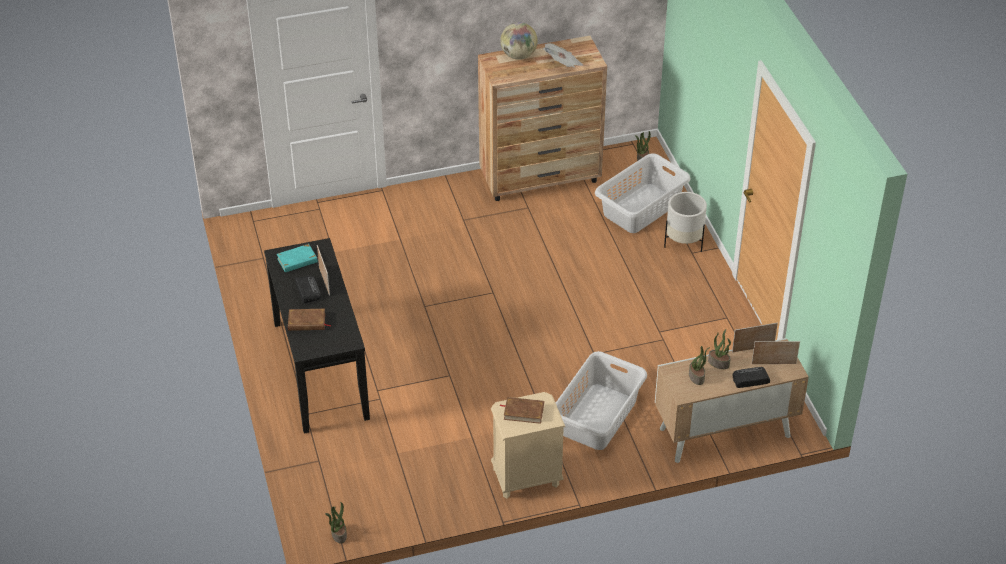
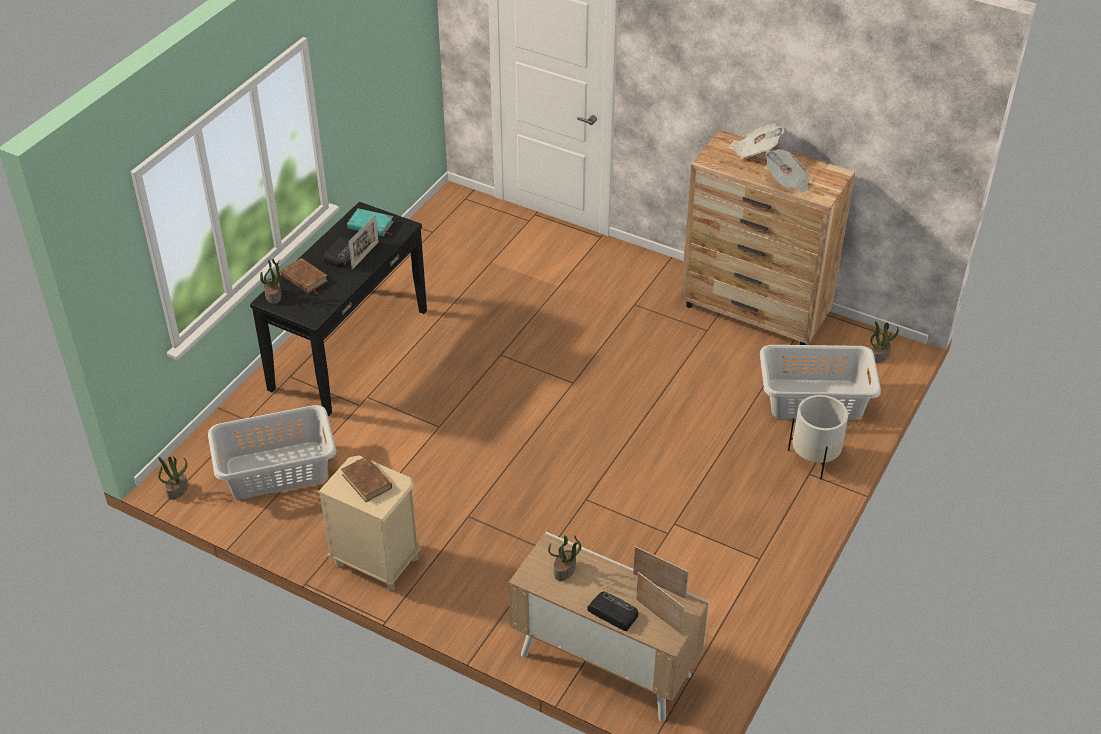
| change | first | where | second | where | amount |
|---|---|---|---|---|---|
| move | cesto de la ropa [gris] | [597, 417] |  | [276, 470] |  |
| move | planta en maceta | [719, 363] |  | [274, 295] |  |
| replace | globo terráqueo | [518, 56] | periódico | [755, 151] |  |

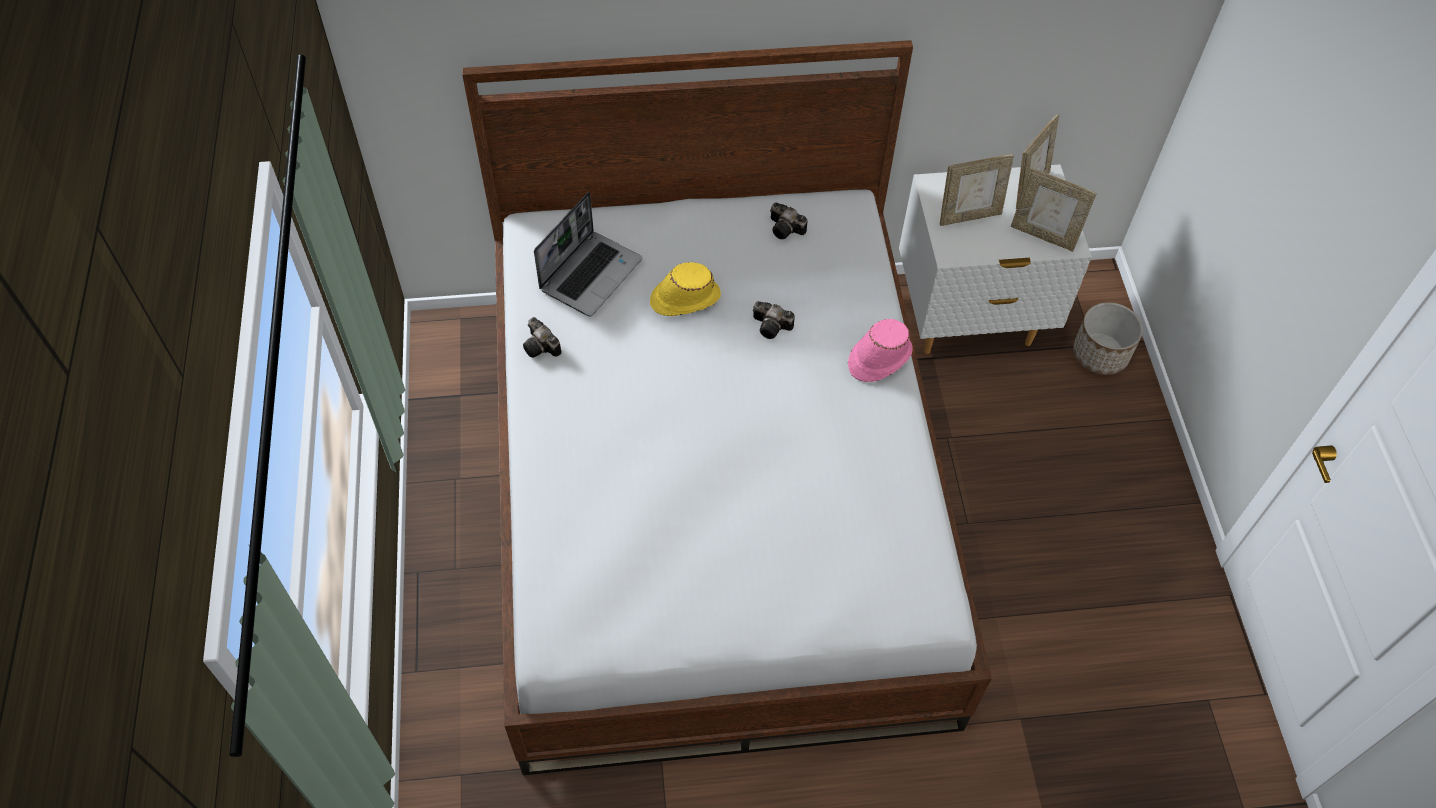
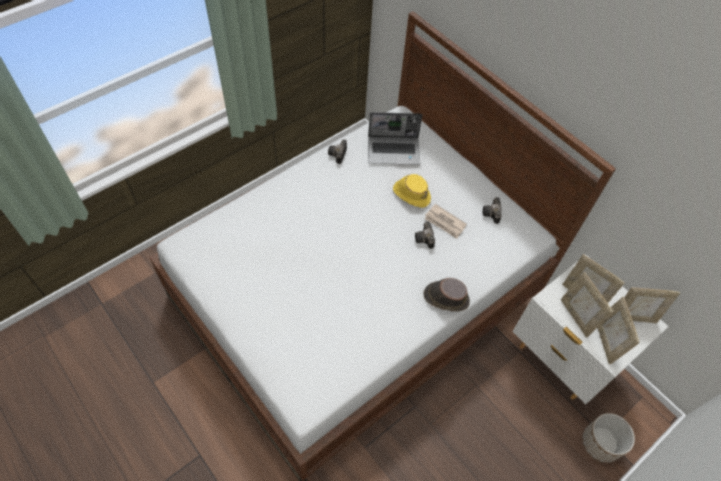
| change | first | where | second | where | amount |
|---|---|---|---|---|---|
| insert |  |  | periódico | [445, 222] |  |
| insert |  |  | portarretratos | [576, 317] |  |
| recolor | sombrero [rosa] | [879, 358] | sombrero [marrón] | [445, 297] |  |

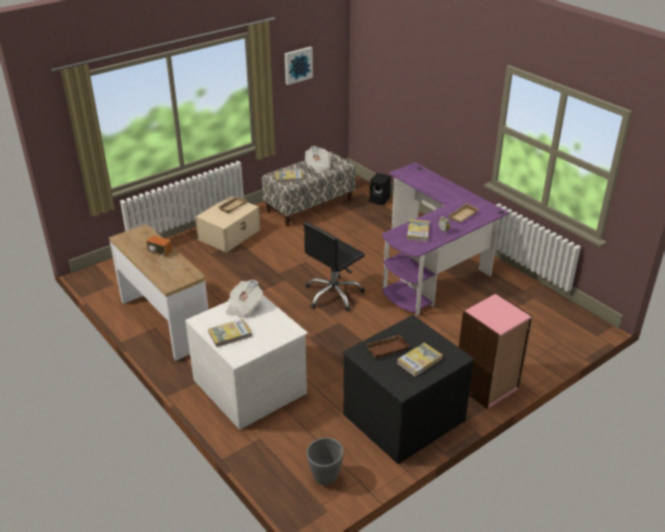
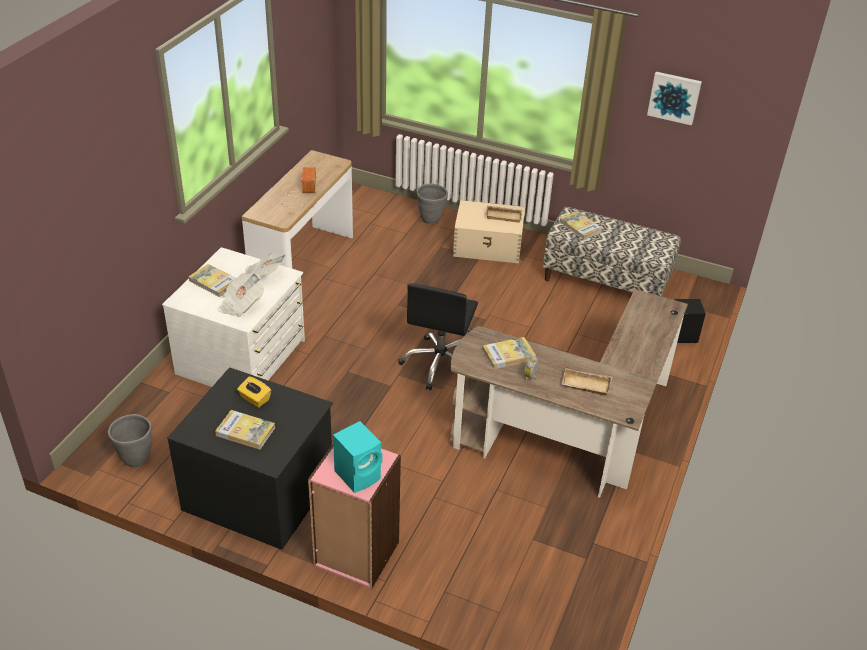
| change | first | where | second | where | amount |
|---|---|---|---|---|---|
| insert |  |  | altavoz [turquesa] | [359, 474] |  |
| insert |  |  | maceta [gris] | [431, 219] |  |
| move | periódico | [317, 166] |  | [241, 305] |  |
| replace | bandeja [marrón] | [387, 348] | caja de pañuelos [amarillo] | [254, 399] |  |
| recolor | escritorio [morado] | [434, 266] | escritorio [marrón] | [572, 434] |  |
| rotate | silla de oficina [negro] | [333, 294] |  | [440, 364] | 90 degrees counterclockwise |

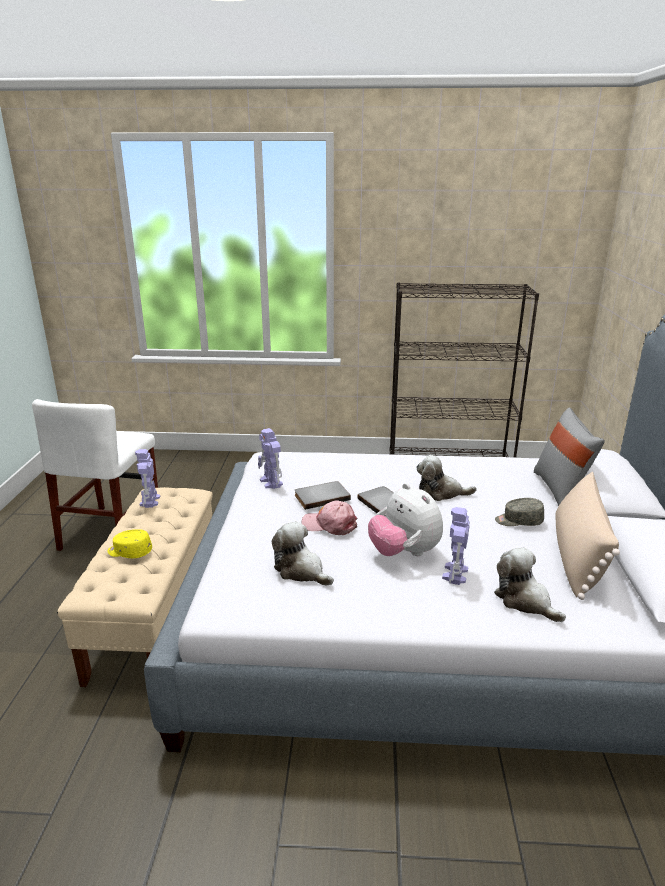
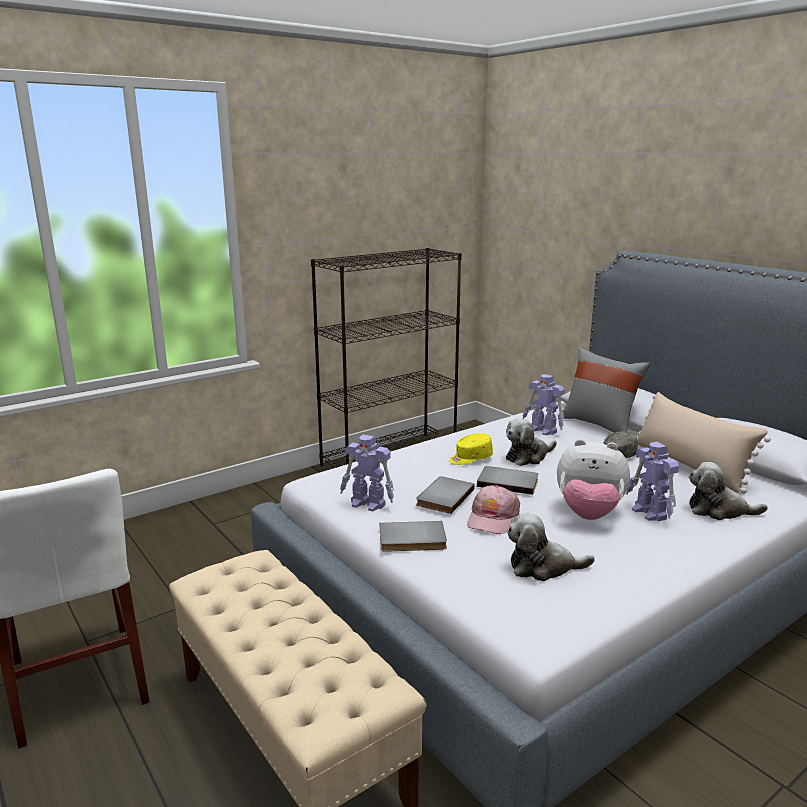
| change | first | where | second | where | amount |
|---|---|---|---|---|---|
| insert |  |  | libro [gris] | [412, 540] |  |
| move | gorra [amarillo] | [129, 552] |  | [470, 458] |  |
| move | robot de juguete | [150, 501] |  | [543, 430] |  |
| rotate | gorra [rosa] | [330, 524] |  | [492, 518] | 45 degrees counterclockwise |

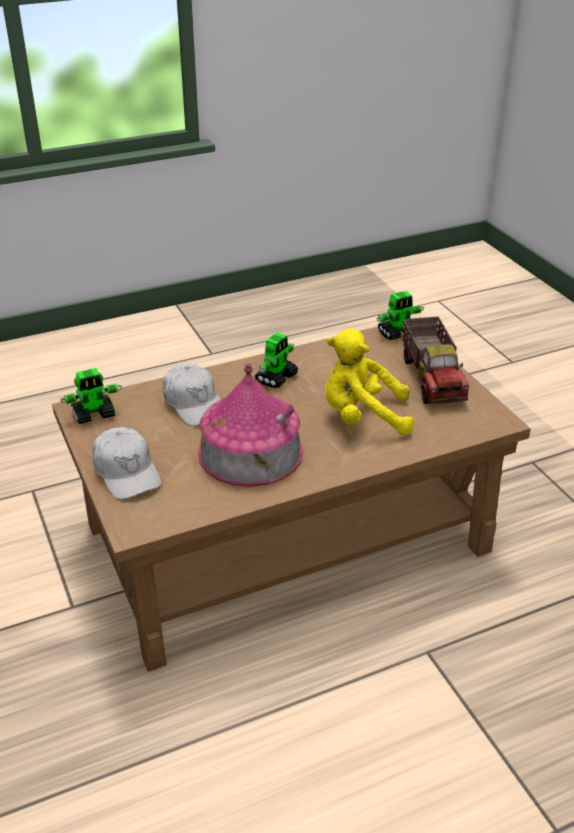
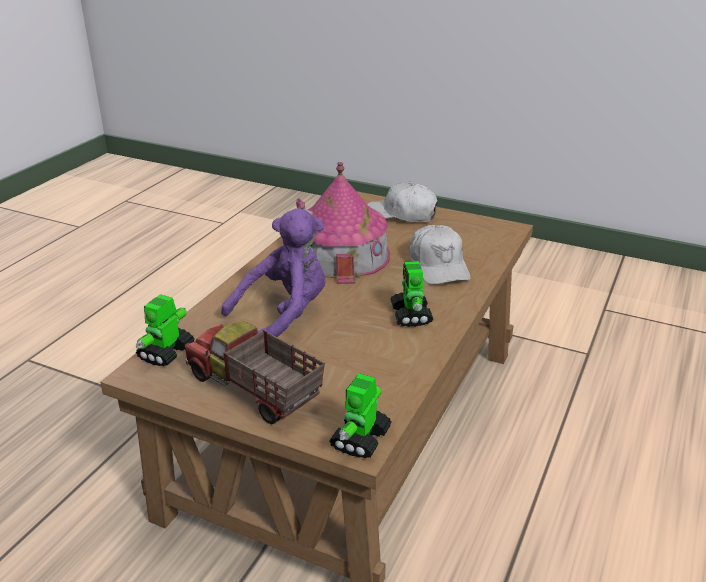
| change | first | where | second | where | amount |
|---|---|---|---|---|---|
| move | robot de juguete | [94, 414] |  | [166, 353] |  |
| recolor | peluche [amarillo] | [362, 417] | peluche [morado] | [284, 316] |  |
| rotate | gorra [blanco] | [194, 403] |  | [439, 266] | 120 degrees counterclockwise |

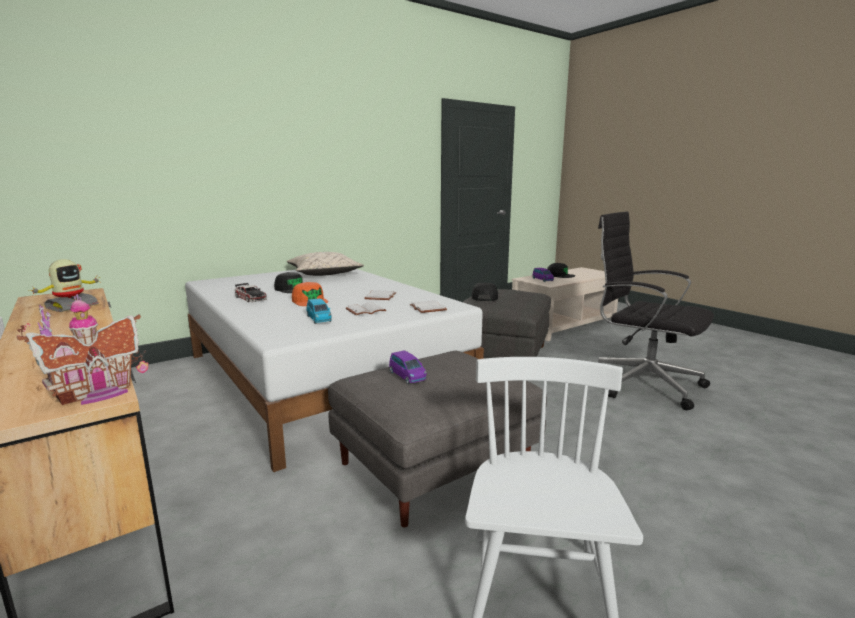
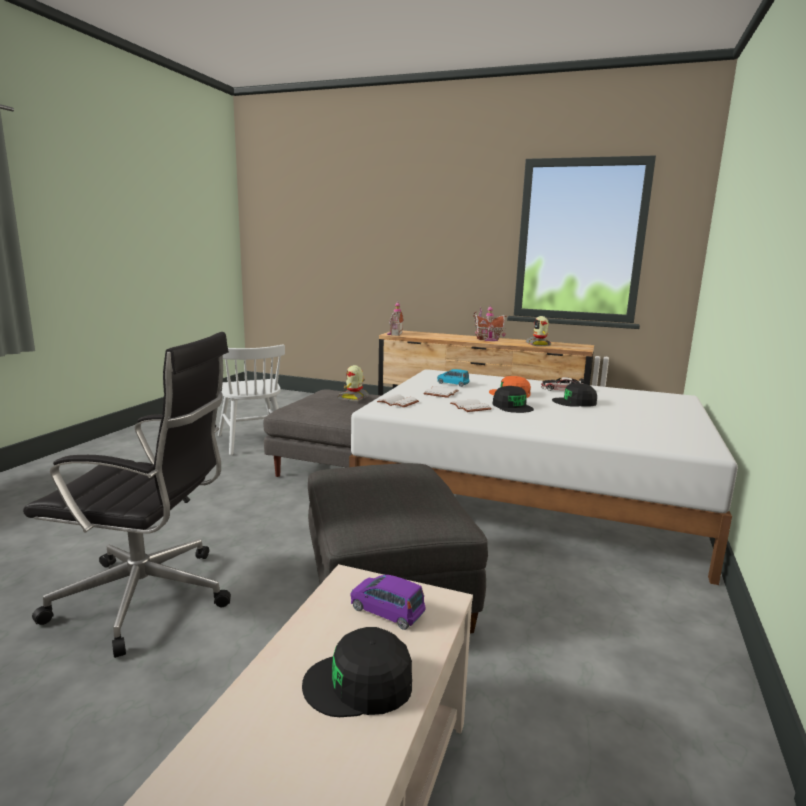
| change | first | where | second | where | amount |
|---|---|---|---|---|---|
| delete | cojín [beis] | [324, 274] |  |  |  |
| insert |  |  | casita | [488, 340] |  |
| move | gorra [negro] | [484, 297] |  | [512, 406] |  |
| replace | coche de juguete [morado] | [407, 376] | robot de juguete | [353, 398] |  |

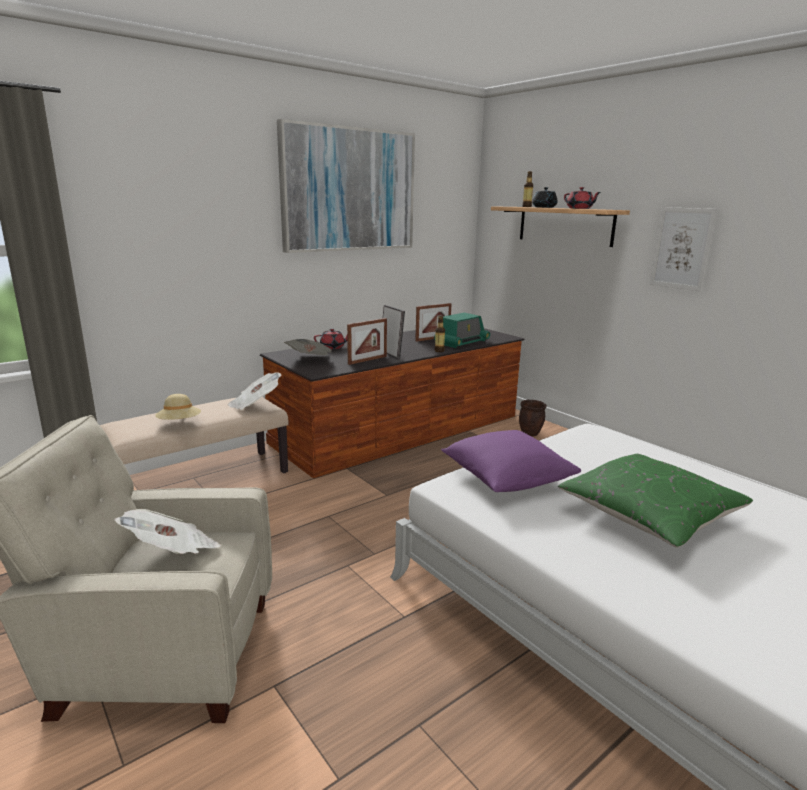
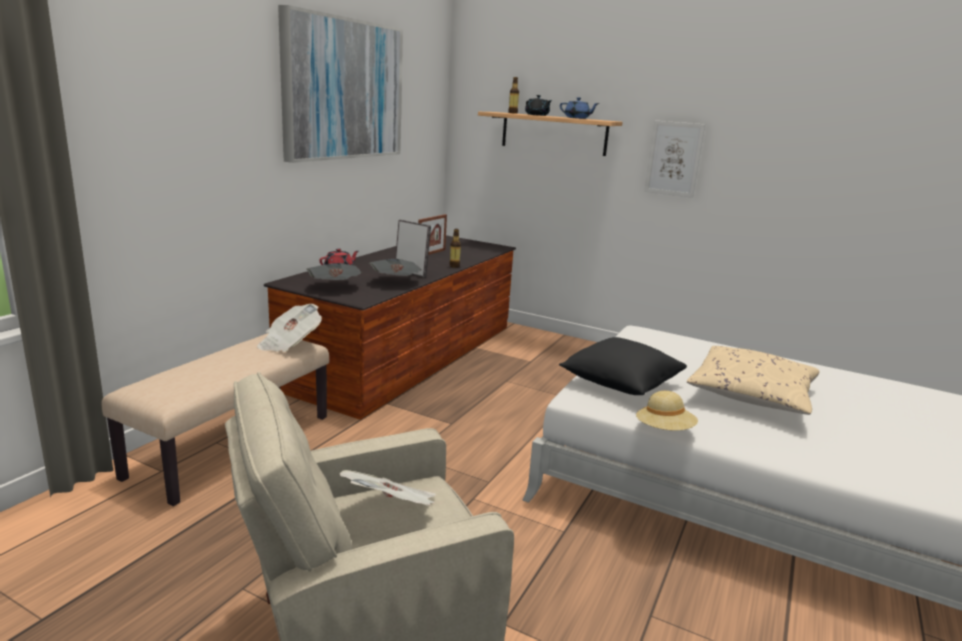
| change | first | where | second | where | amount |
|---|---|---|---|---|---|
| delete | radio | [461, 342] |  |  |  |
| delete | maceta [marrón] | [530, 434] |  |  |  |
| move | sombrero [beis] | [179, 423] |  | [664, 431] |  |
| replace | portarretratos | [367, 360] | periódico | [396, 281] |  |
| recolor | cojín [morado] | [506, 478] | cojín [negro] | [620, 383] |  |
| recolor | cojín [verde] | [649, 515] | cojín [beis] | [751, 395] |  |
| recolor | tetera [rojo] | [579, 208] | tetera [azul] | [577, 118] |  |

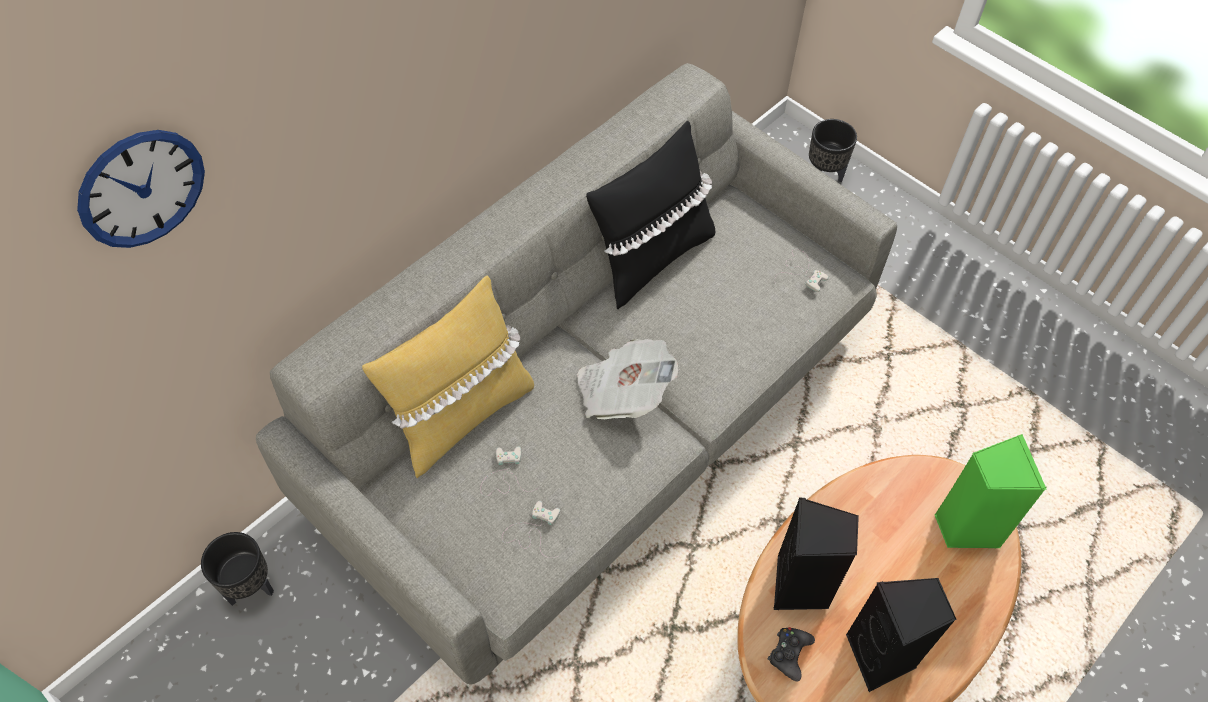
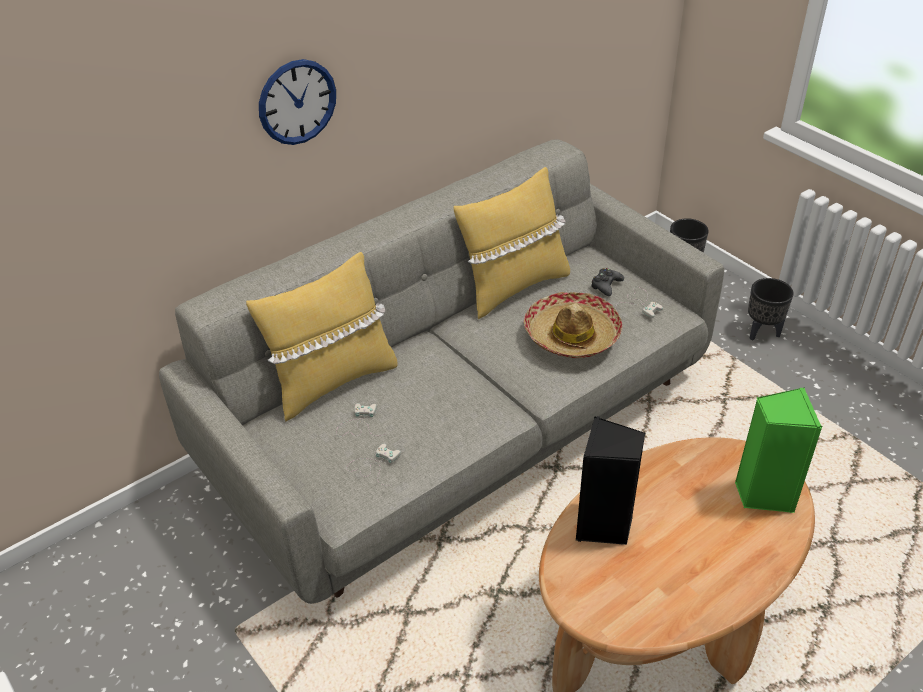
| change | first | where | second | where | amount |
|---|---|---|---|---|---|
| delete | periódico | [623, 392] |  |  |  |
| delete | altavoz [negro] | [882, 657] |  |  |  |
| insert |  |  | sombrero | [572, 335] |  |
| move | reloj de pared | [142, 188] |  | [297, 102] |  |
| move | maceta [negro] | [250, 586] |  | [762, 331] |  |
| move | mando de consola [negro] | [789, 654] |  | [606, 285] |  |
| recolor | cojín [negro] | [651, 258] | cojín [amarillo] | [513, 287] |  |

